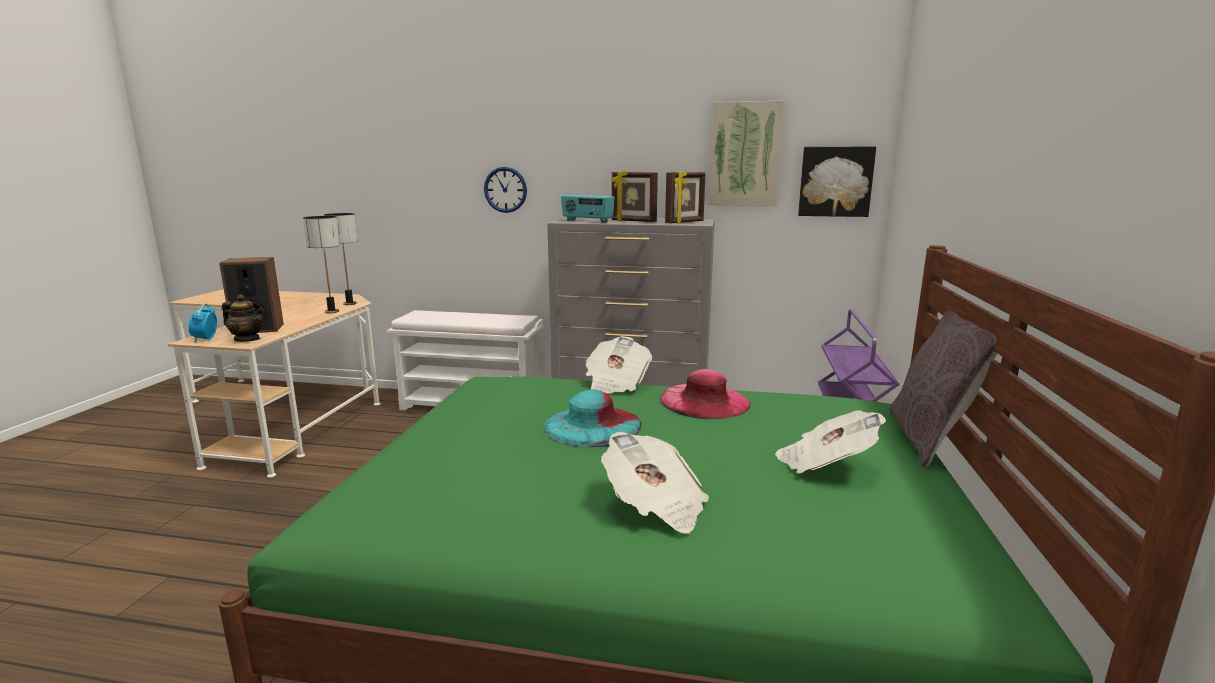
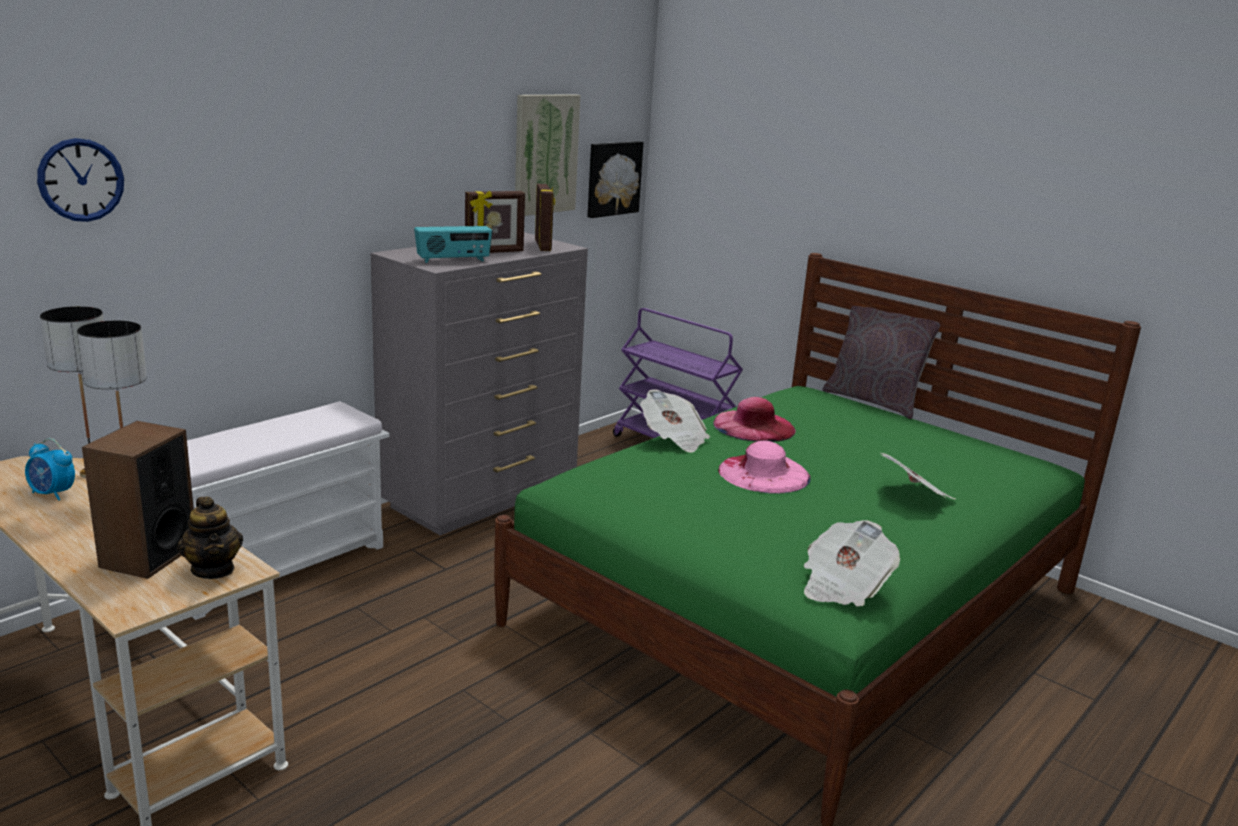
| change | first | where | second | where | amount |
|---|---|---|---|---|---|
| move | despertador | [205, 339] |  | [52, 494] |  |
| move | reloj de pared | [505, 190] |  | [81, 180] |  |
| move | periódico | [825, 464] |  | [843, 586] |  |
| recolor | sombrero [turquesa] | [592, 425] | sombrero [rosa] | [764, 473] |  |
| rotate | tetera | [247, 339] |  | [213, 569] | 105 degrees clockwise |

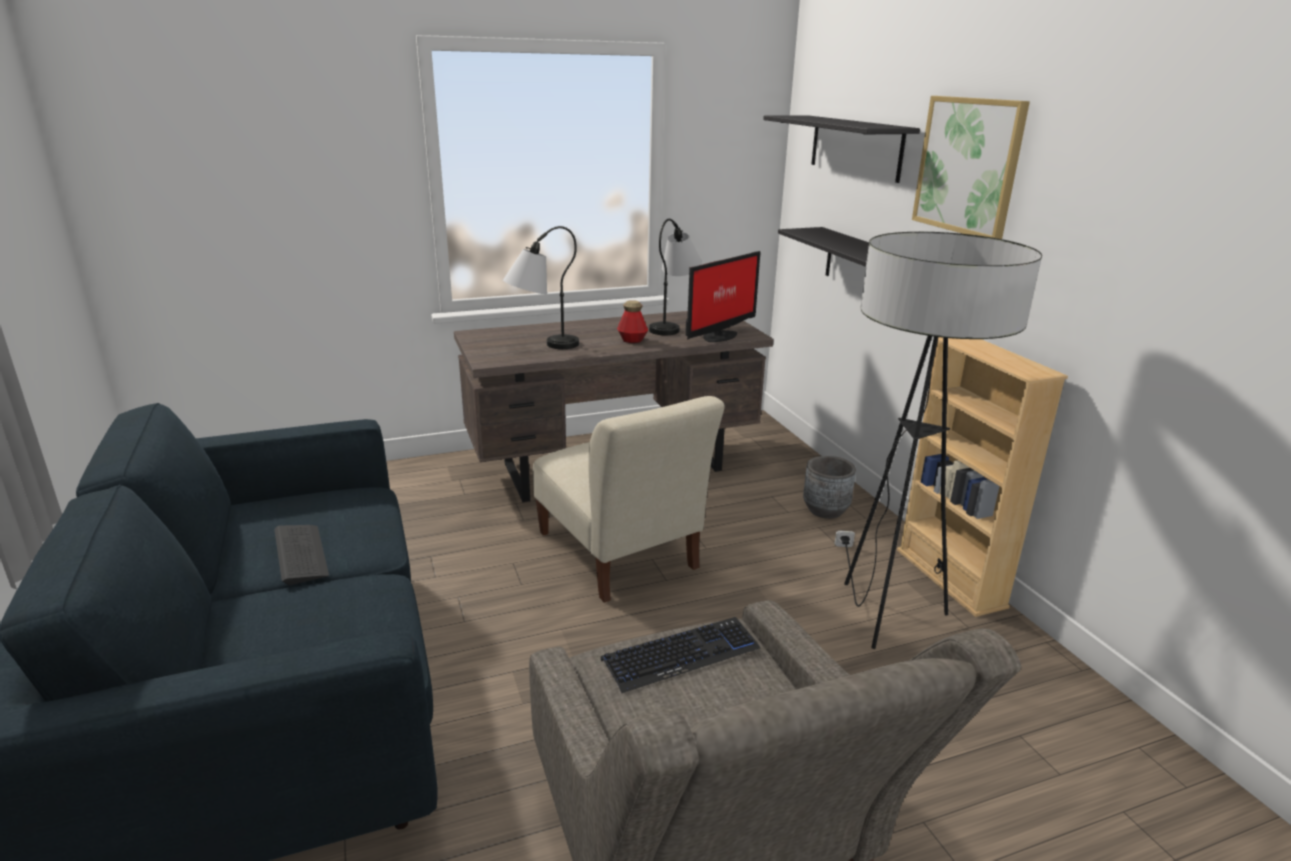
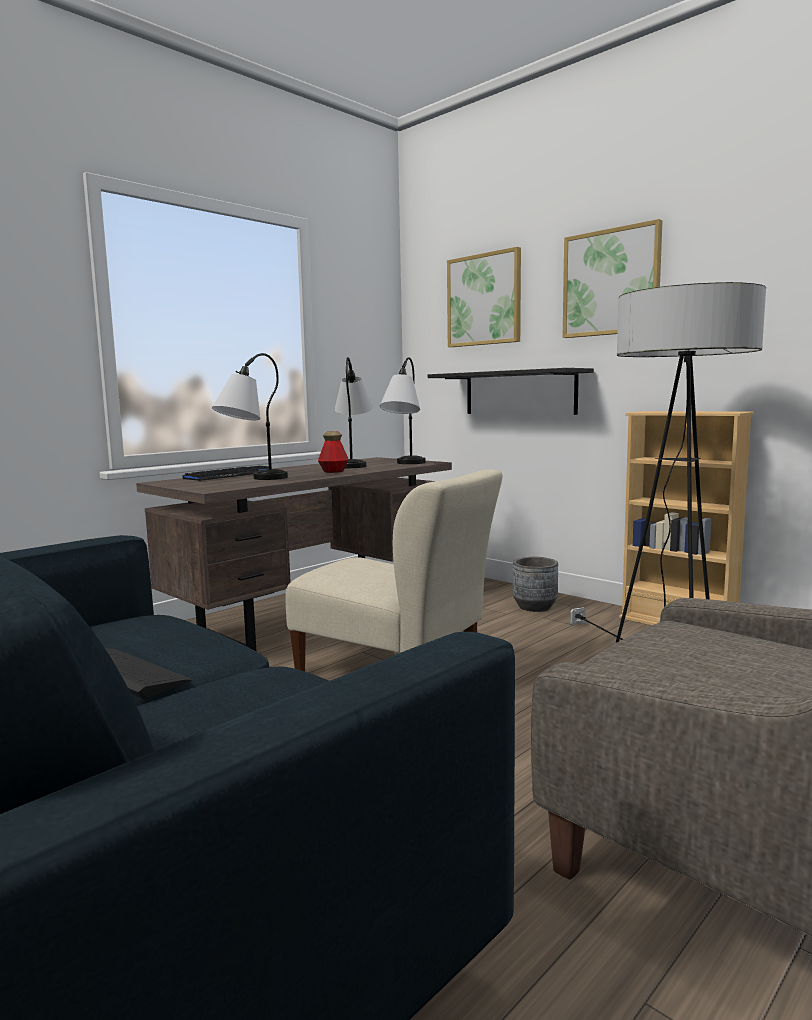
| change | first | where | second | where | amount |
|---|---|---|---|---|---|
| move | teclado | [681, 655] |  | [230, 475] |  |
| replace | monitor | [718, 336] | lámpara de mesa | [404, 464] |  |
| replace | estante [negro] | [855, 147] | cuadro | [484, 300] |  |

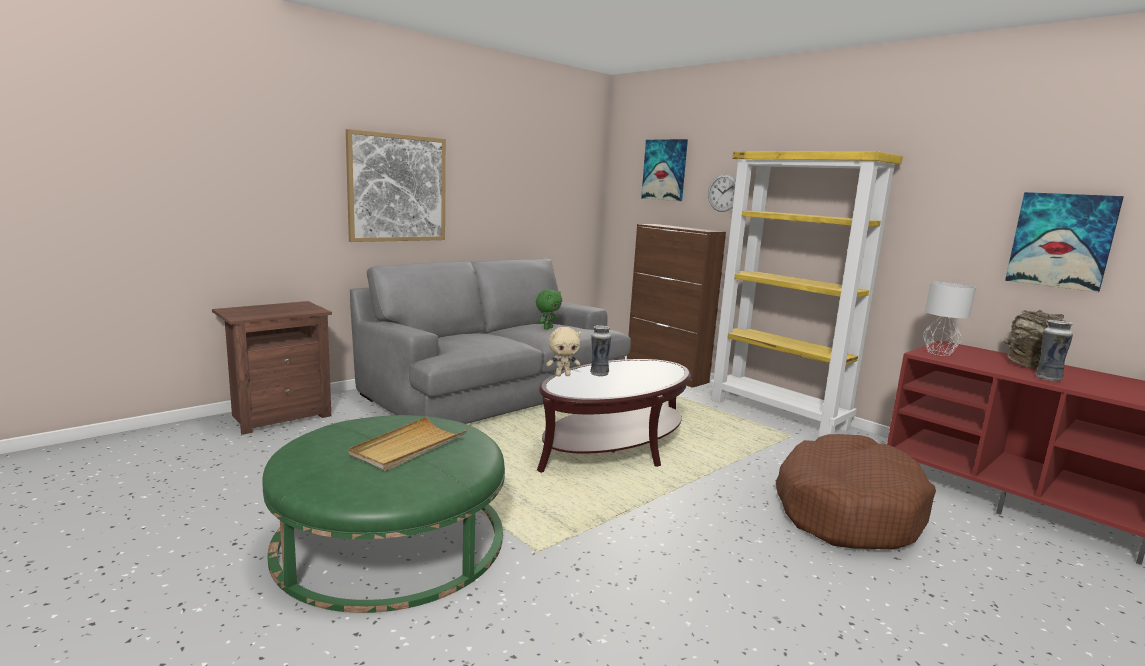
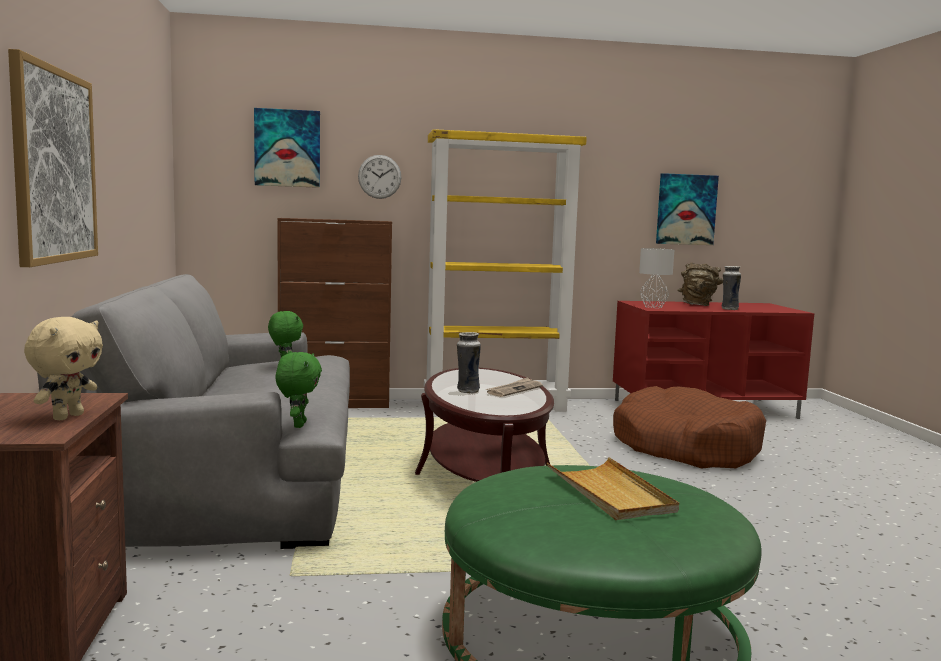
| change | first | where | second | where | amount |
|---|---|---|---|---|---|
| insert |  |  | peluche [verde] | [298, 425] |  |
| insert |  |  | periódico | [514, 390] |  |
| move | peluche [beis] | [563, 375] |  | [67, 416] |  |

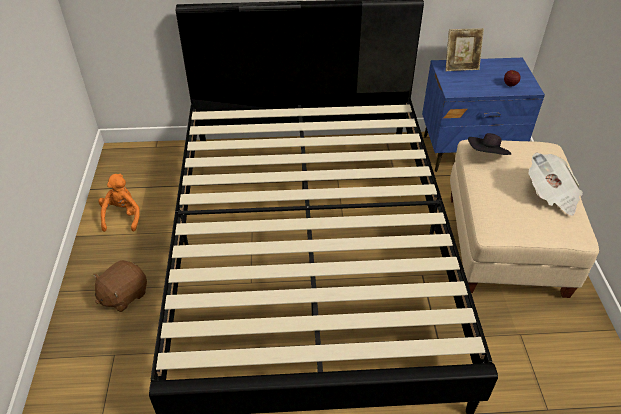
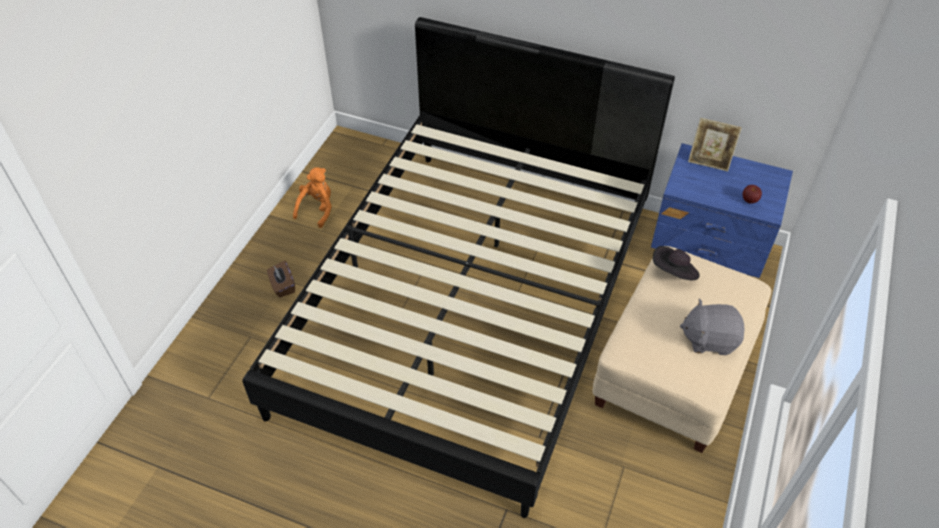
| change | first | where | second | where | amount |
|---|---|---|---|---|---|
| replace | peluche [marrón] | [123, 295] | caja de pañuelos [marrón] | [283, 286] |  |
| replace | periódico | [551, 195] | peluche [gris] | [709, 339] |  |

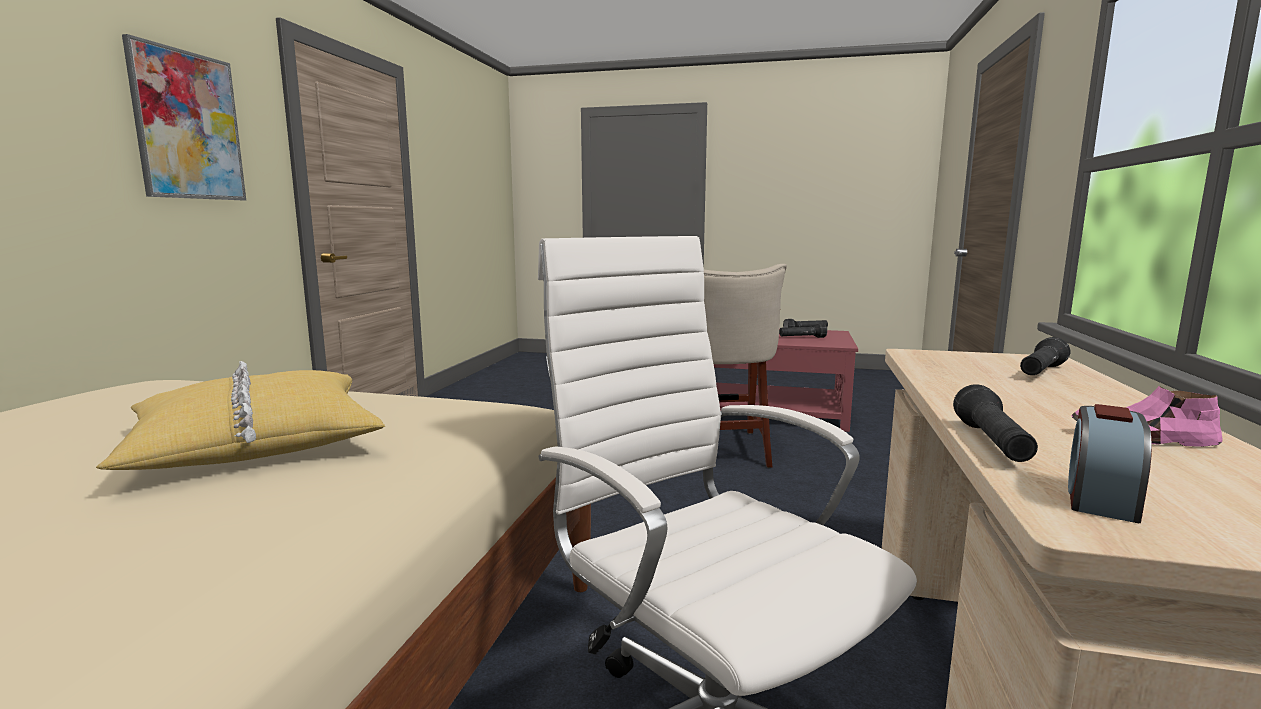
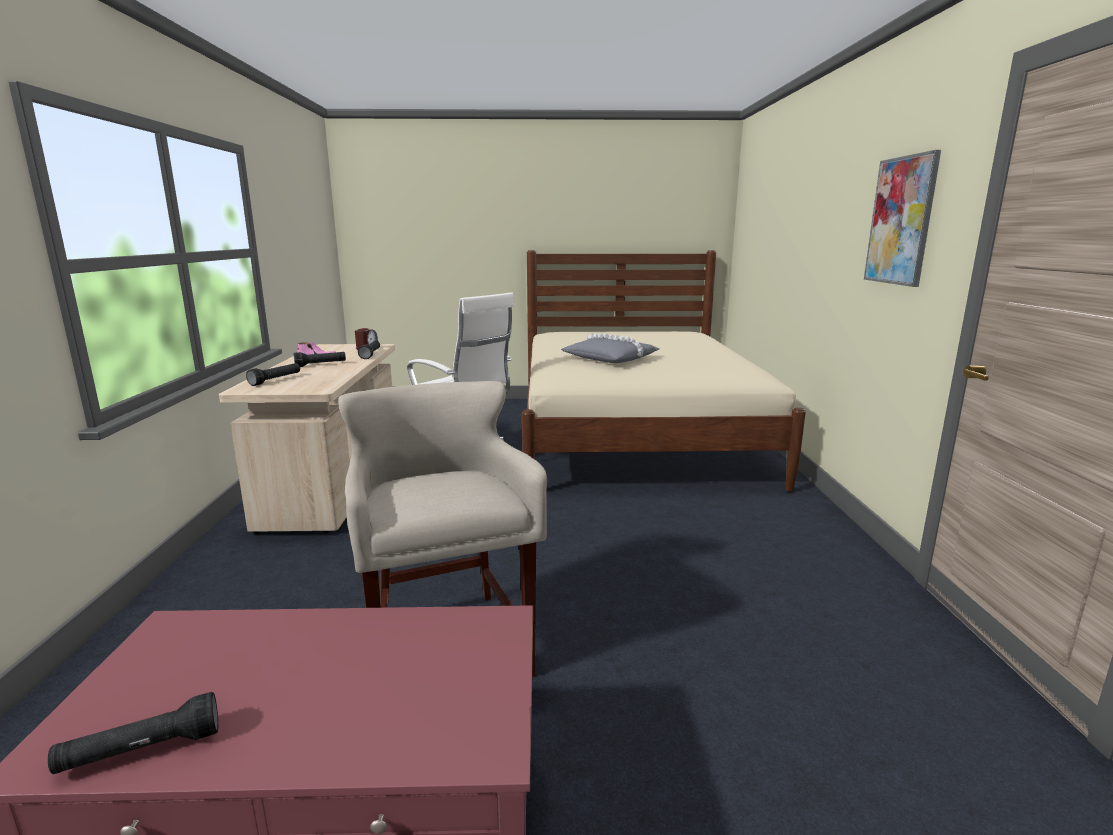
| change | first | where | second | where | amount |
|---|---|---|---|---|---|
| move | linterna [negro] | [802, 338] |  | [320, 365] |  |
| recolor | cojín [amarillo] | [255, 442] | cojín [gris] | [611, 359] |  |

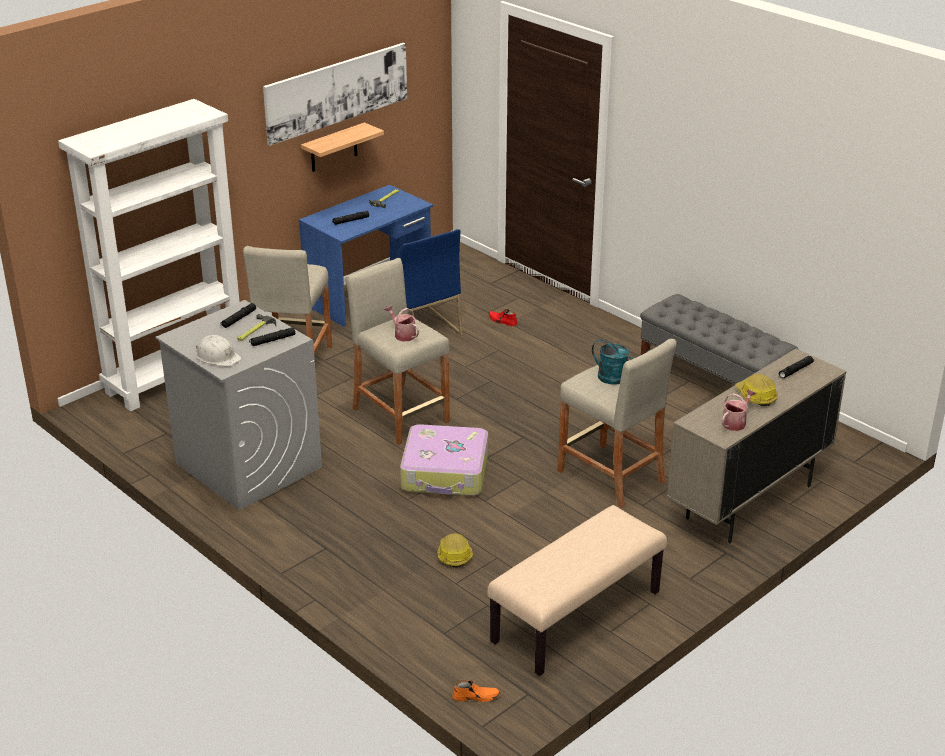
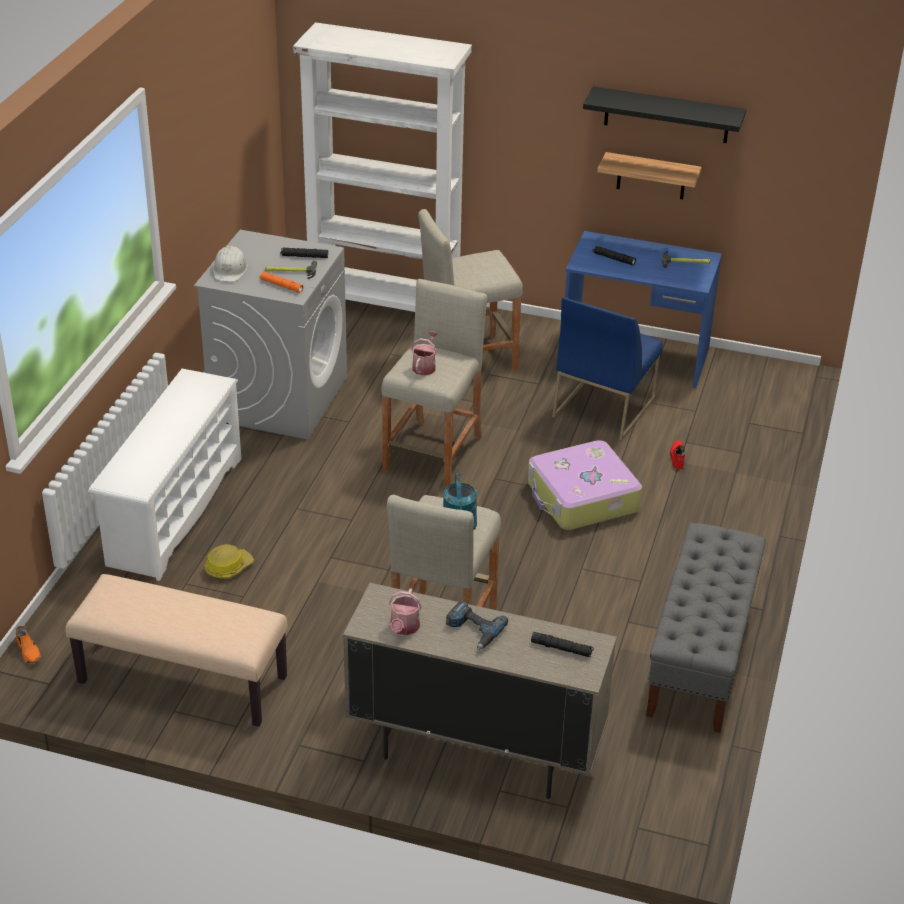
| change | first | where | second | where | amount |
|---|---|---|---|---|---|
| insert |  |  | zapatero [blanco] | [174, 510] |  |
| move | maleta | [445, 473] |  | [582, 498] |  |
| replace | cuadro | [336, 92] | estante [negro] | [666, 115] |  |
| replace | casco | [755, 396] | taladro | [473, 630] |  |
| recolor | linterna [negro] | [272, 340] | linterna [naranja] | [281, 286] |  |
| rotate | regadera | [735, 422] |  | [404, 628] | 90 degrees clockwise |

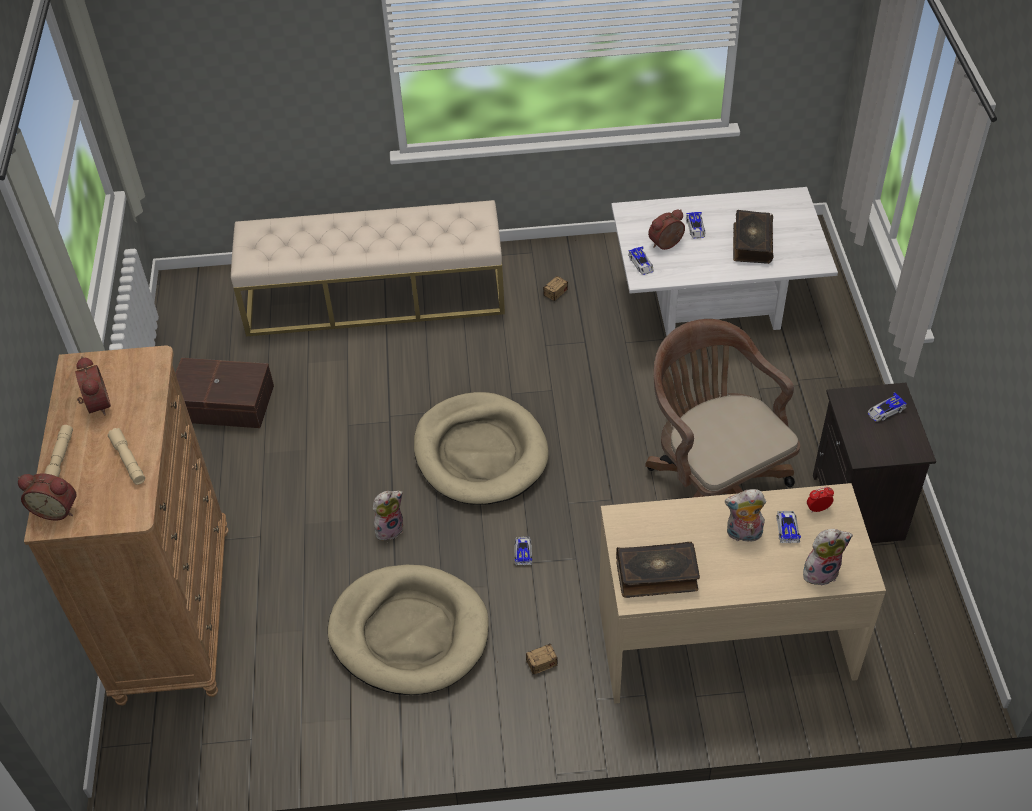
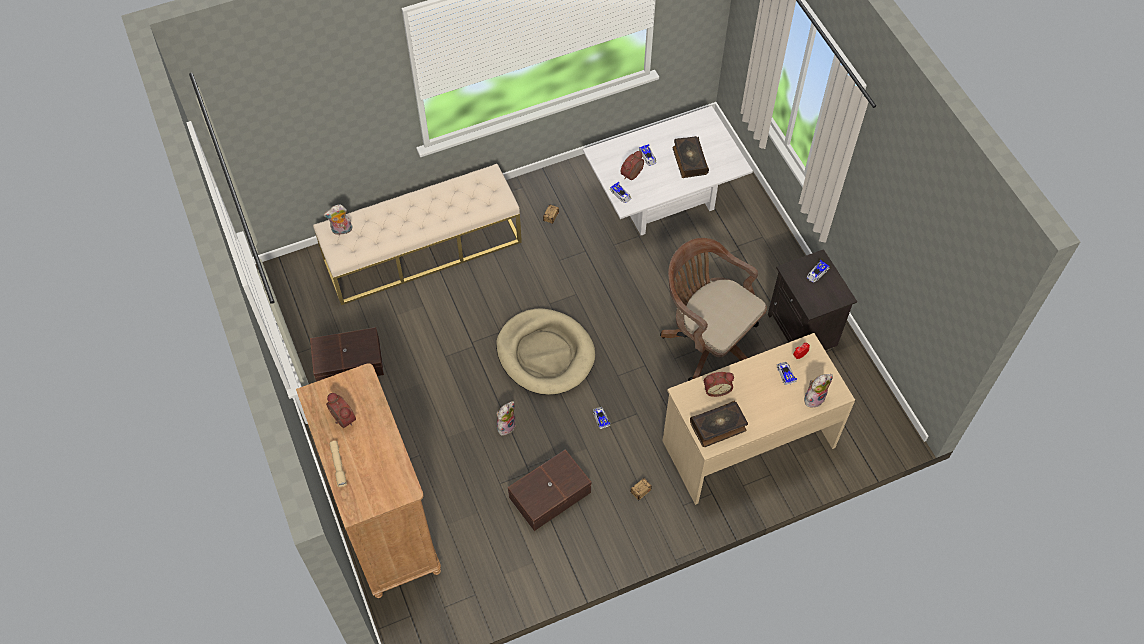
| change | first | where | second | where | amount |
|---|---|---|---|---|---|
| delete | linterna [beis] | [128, 460] |  |  |  |
| move | despertador | [57, 508] |  | [716, 389] |  |
| move | peluche | [743, 534] |  | [341, 230] |  |
| replace | cama para perro [beis] | [409, 632] | caja de almacenaje [marrón] | [548, 494] |  |

